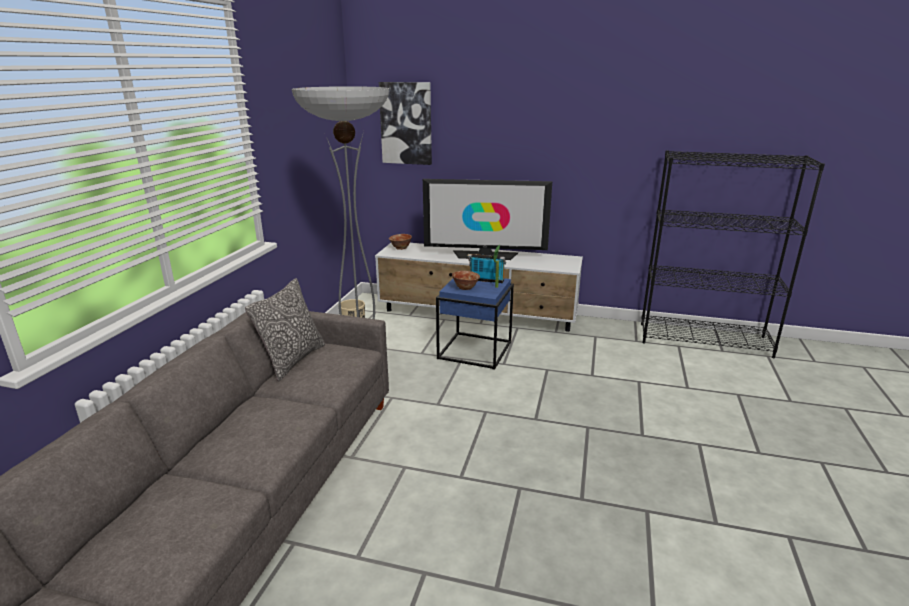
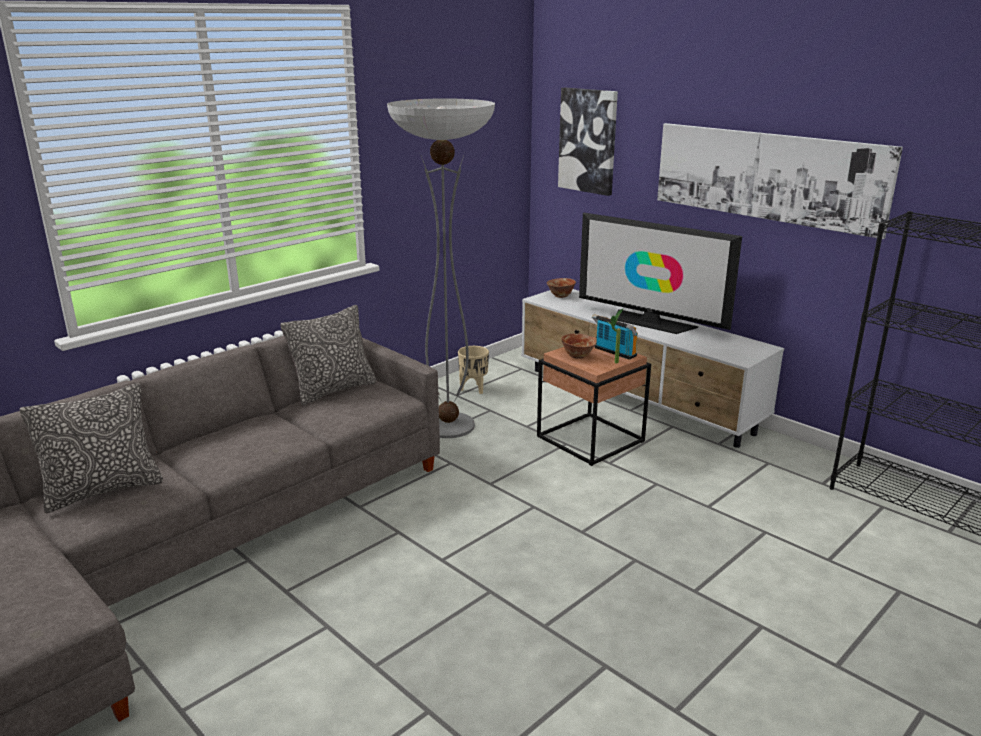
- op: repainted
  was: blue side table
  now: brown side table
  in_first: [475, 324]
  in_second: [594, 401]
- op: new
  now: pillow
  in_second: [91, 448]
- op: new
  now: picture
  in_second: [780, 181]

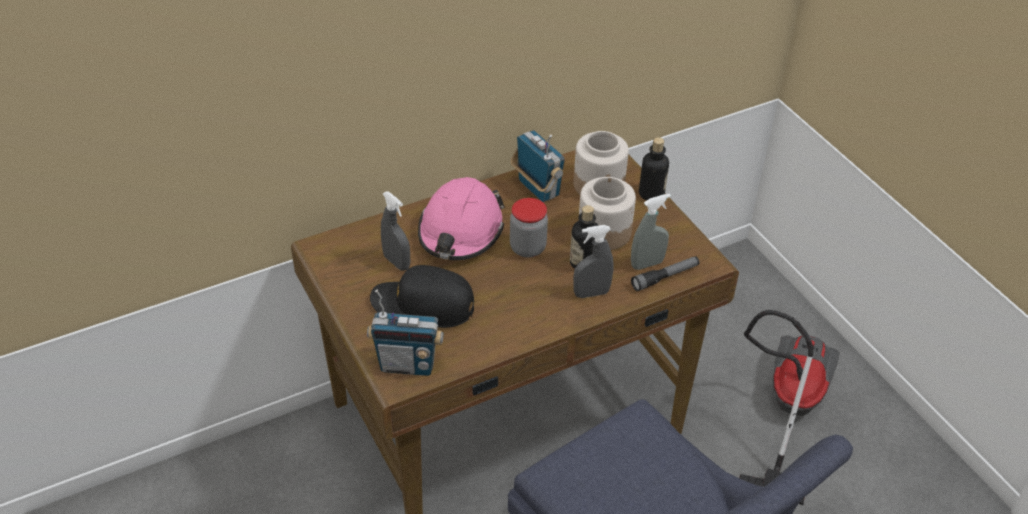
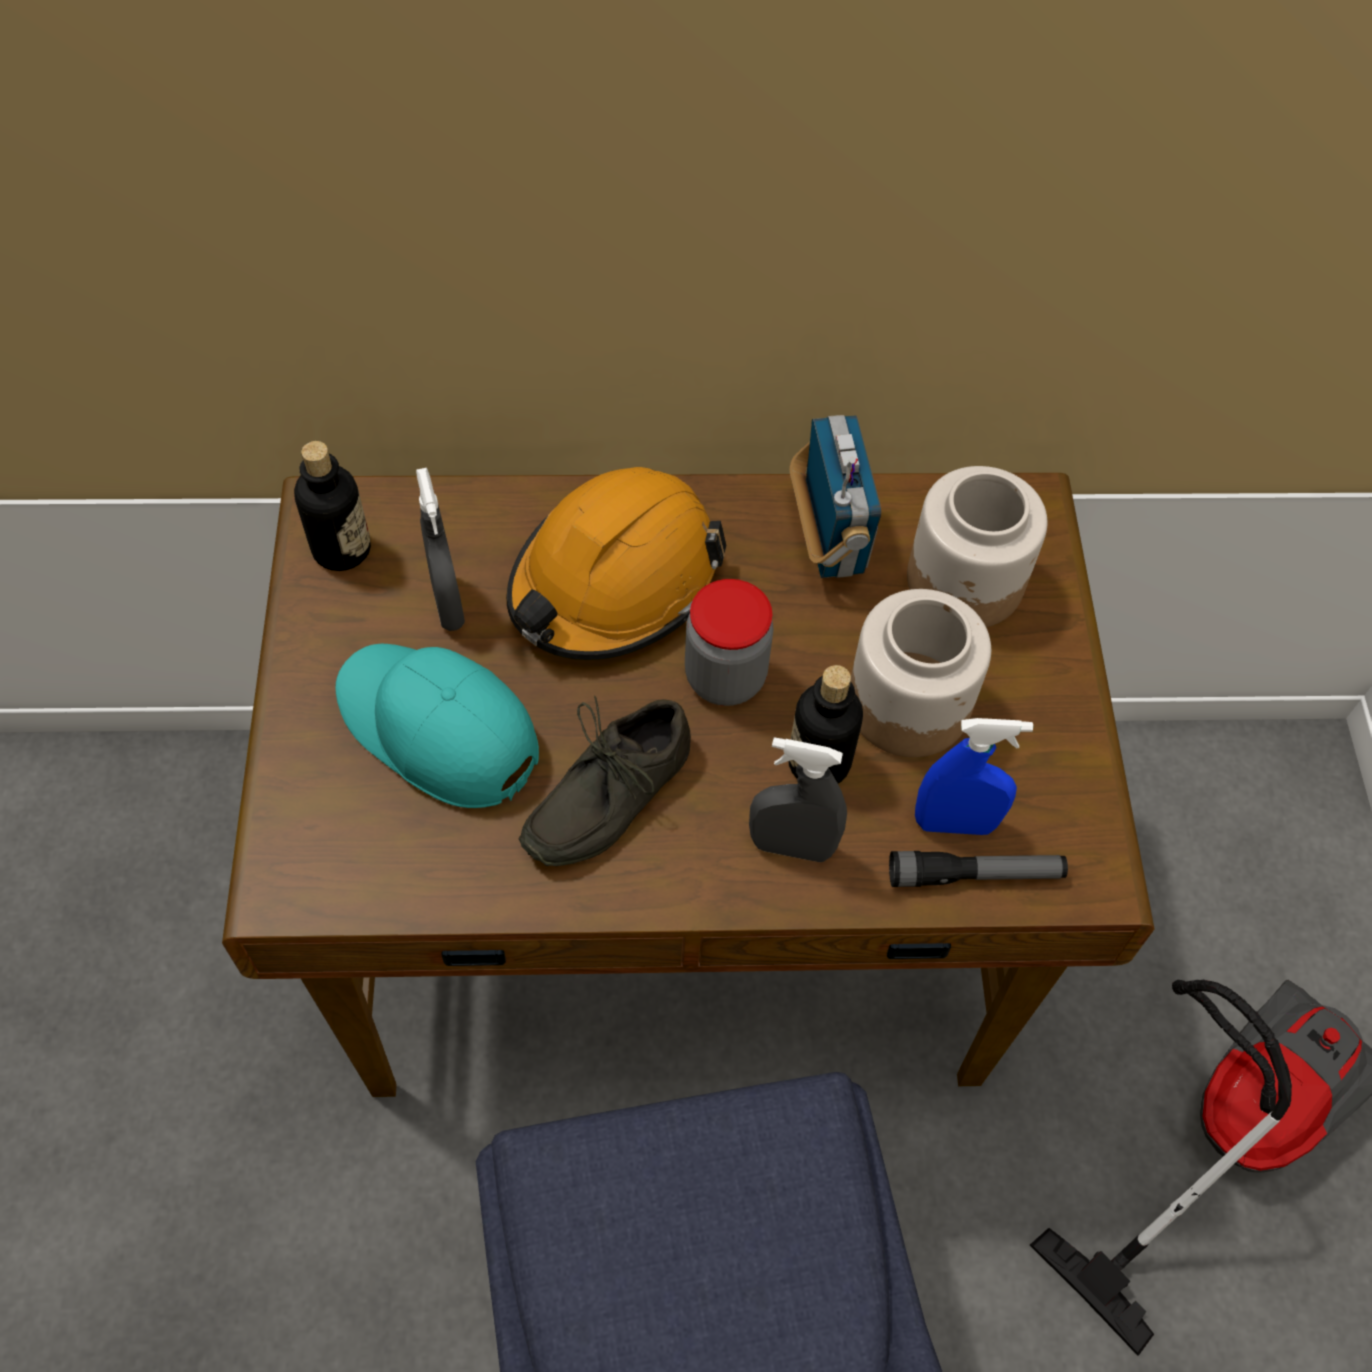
- op: gone
  was: radio
  in_first: [405, 333]
- op: repainted
  was: black cap
  now: turquoise cap
  in_first: [422, 296]
  in_second: [437, 726]
- op: repainted
  was: pink hard hat
  now: orange hard hat
  in_first: [461, 218]
  in_second: [616, 563]
- op: repainted
  was: grey spray bottle
  now: blue spray bottle
  in_first: [651, 232]
  in_second: [974, 776]
- op: shifted
  was: bottle
  in_first: [654, 168]
  in_second: [332, 506]
- op: new
  now: grey shoe
  in_second: [604, 781]

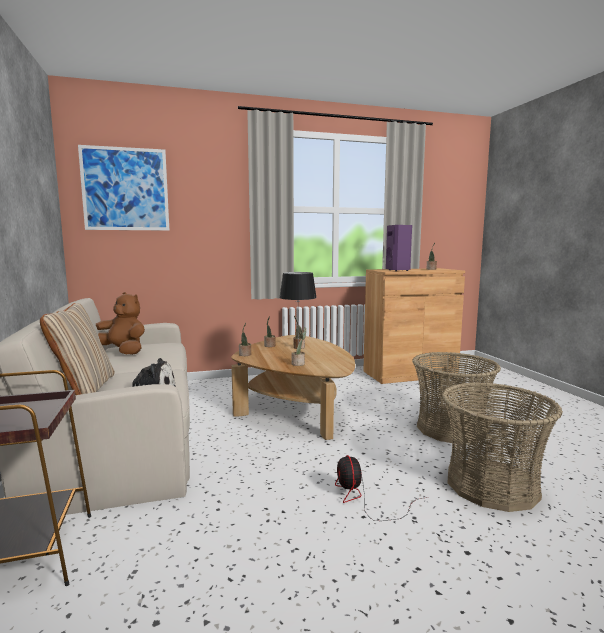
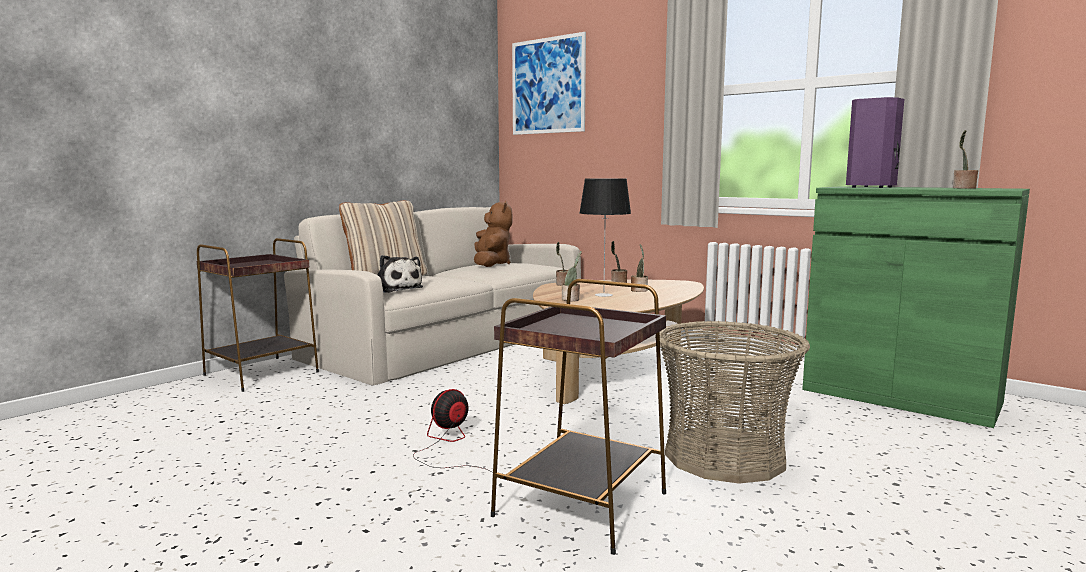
- op: repainted
  was: brown cabinet
  now: green cabinet
  in_first: [414, 326]
  in_second: [916, 307]
- op: swapped
  was: basket
  now: brown side table
  in_first: [502, 447]
  in_second: [578, 417]

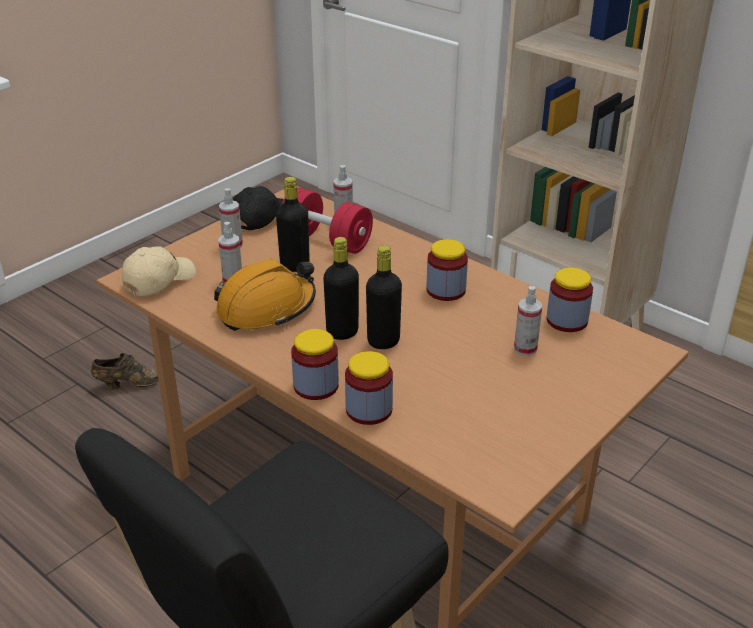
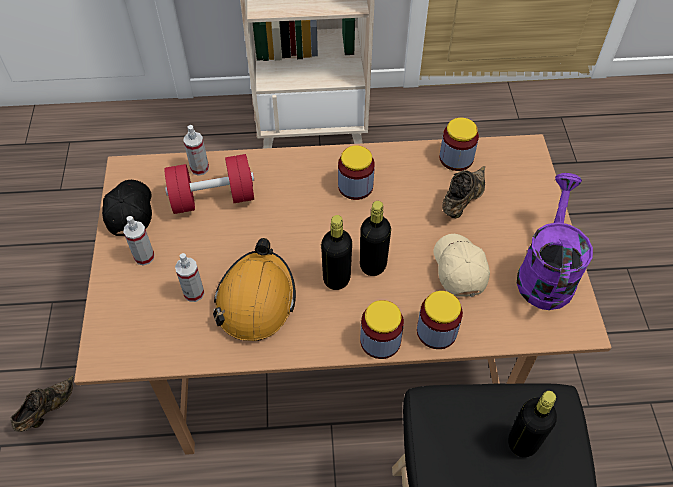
- op: shifted
  was: beige cap
  in_first: [159, 271]
  in_second: [461, 265]
- op: shifted
  was: black bottle
  in_first: [293, 224]
  in_second: [532, 424]
- op: swapped
  was: spray bottle
  now: brown shoe
  in_first: [528, 321]
  in_second: [463, 192]
- op: new
  now: purple watering can
  in_second: [555, 241]

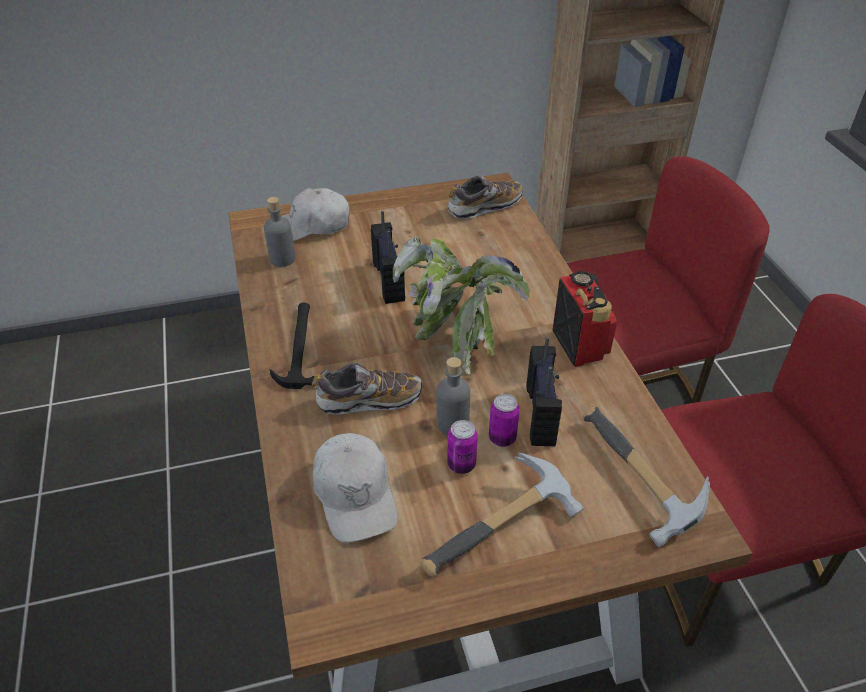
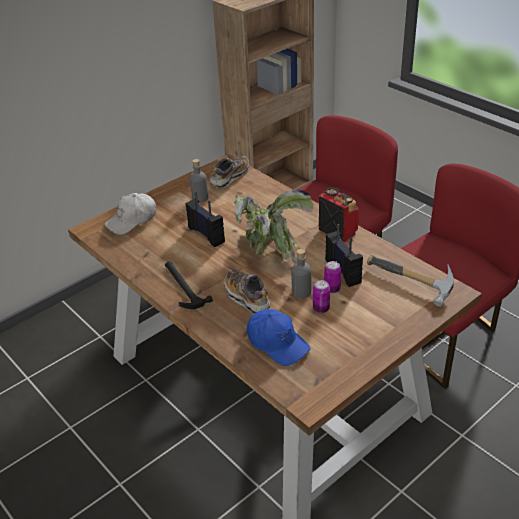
- op: shifted
  was: grey bottle
  in_first: [280, 232]
  in_second: [199, 181]
- op: rotated
  was: shoe
  in_first: [367, 388]
  in_second: [247, 292]
  clockwise: -90
- op: repainted
  was: white cap
  now: blue cap
  in_first: [355, 488]
  in_second: [278, 337]
- op: gone
  was: hammer
  in_first: [502, 514]

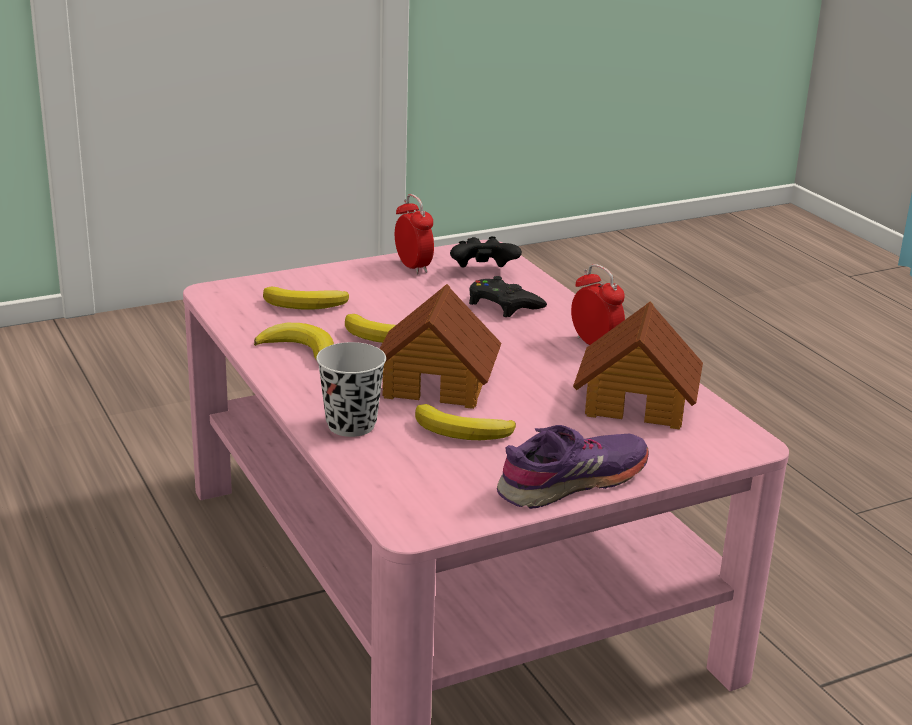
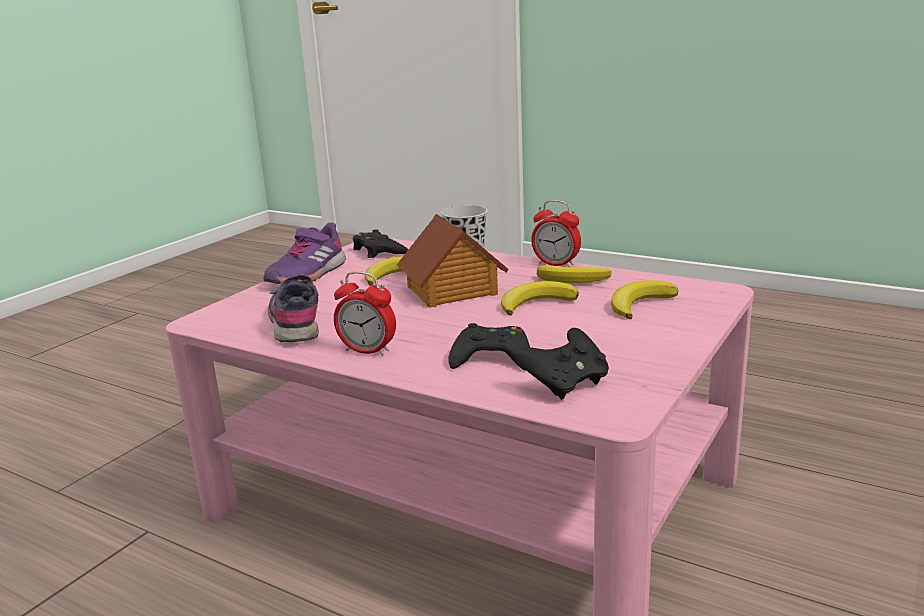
- op: shifted
  was: alarm clock
  in_first: [414, 234]
  in_second: [556, 233]
- op: swapped
  was: toy house
  now: grey shoe
  in_first: [638, 365]
  in_second: [293, 308]
- op: new
  now: black game controller
  in_second: [380, 244]

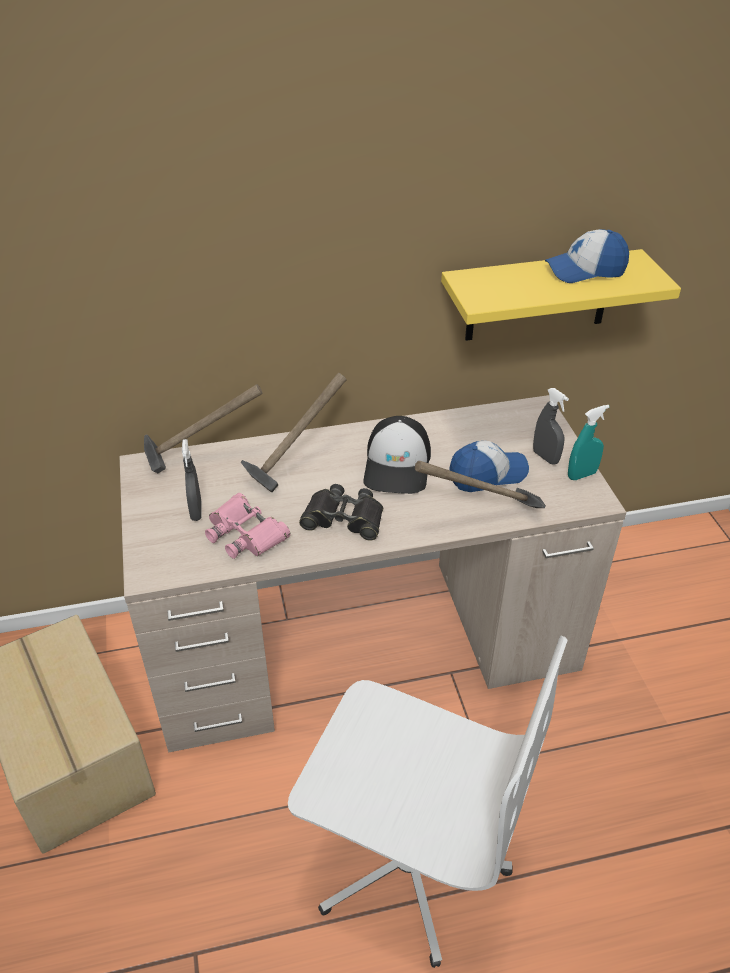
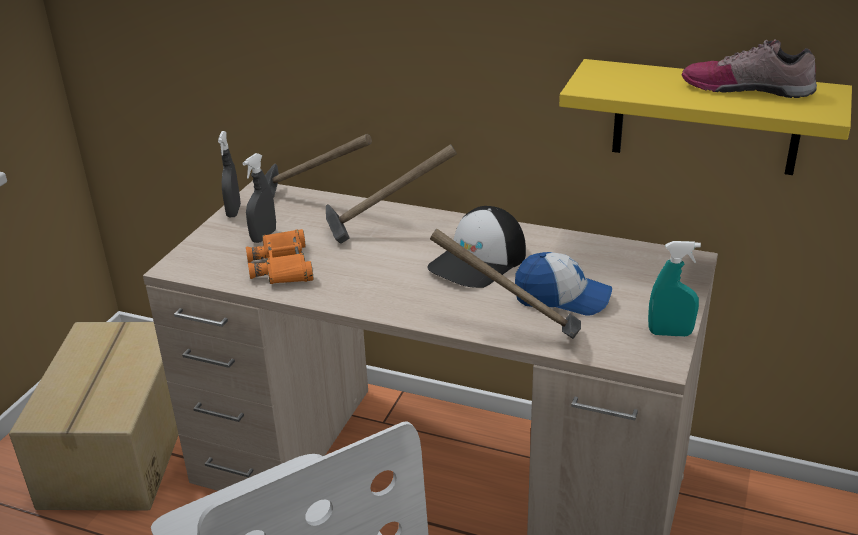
- op: repainted
  was: pink binoculars
  now: orange binoculars
  in_first: [247, 526]
  in_second: [280, 256]
- op: gone
  was: black binoculars
  in_first: [341, 512]
- op: shifted
  was: grey spray bottle
  in_first: [551, 426]
  in_second: [229, 174]
- op: swapped
  was: cap
  now: shoe
  in_first: [587, 256]
  in_second: [749, 68]

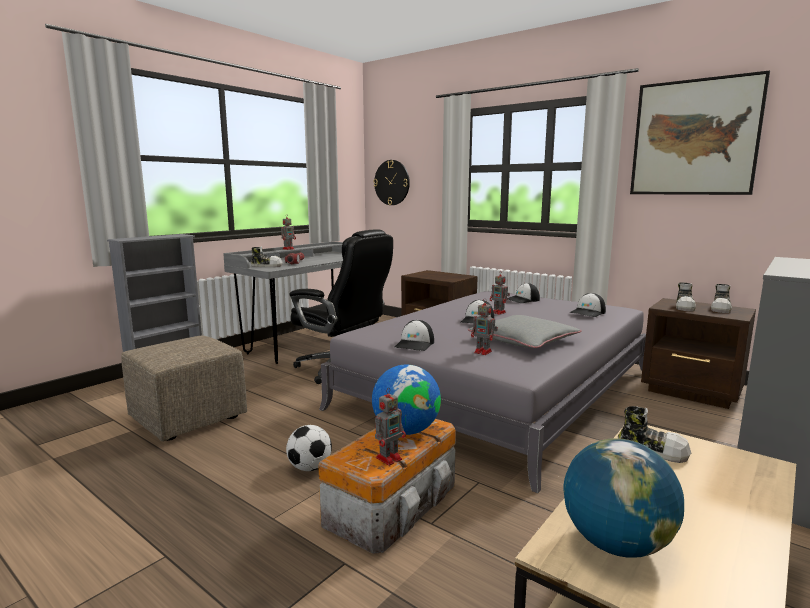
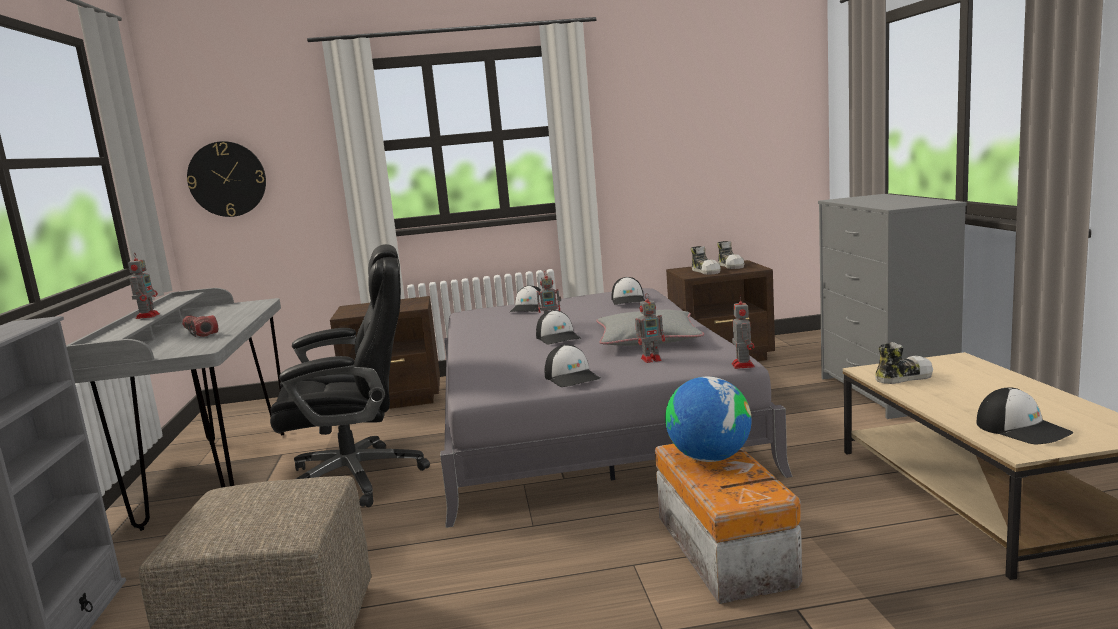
- op: gone
  was: shoe
  in_first: [267, 256]
- op: gone
  was: football
  in_first: [309, 448]
- op: shifted
  was: toy robot
  in_first: [390, 427]
  in_second: [743, 332]
- op: swapped
  was: globe
  now: cap
  in_first: [624, 498]
  in_second: [1024, 416]
- op: gone
  was: picture
  in_first: [700, 132]

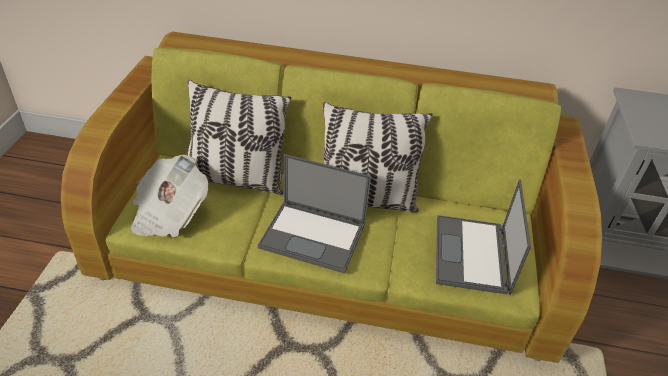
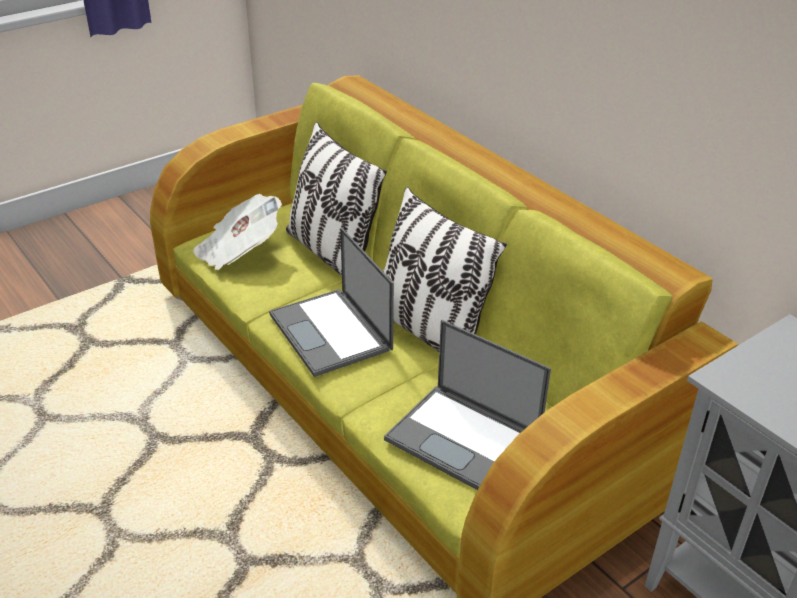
- op: rotated
  was: laptop
  in_first: [483, 237]
  in_second: [467, 405]
  clockwise: -105

